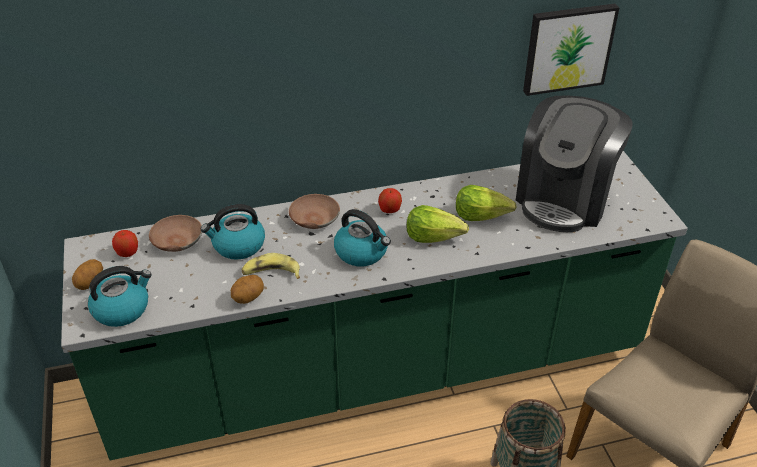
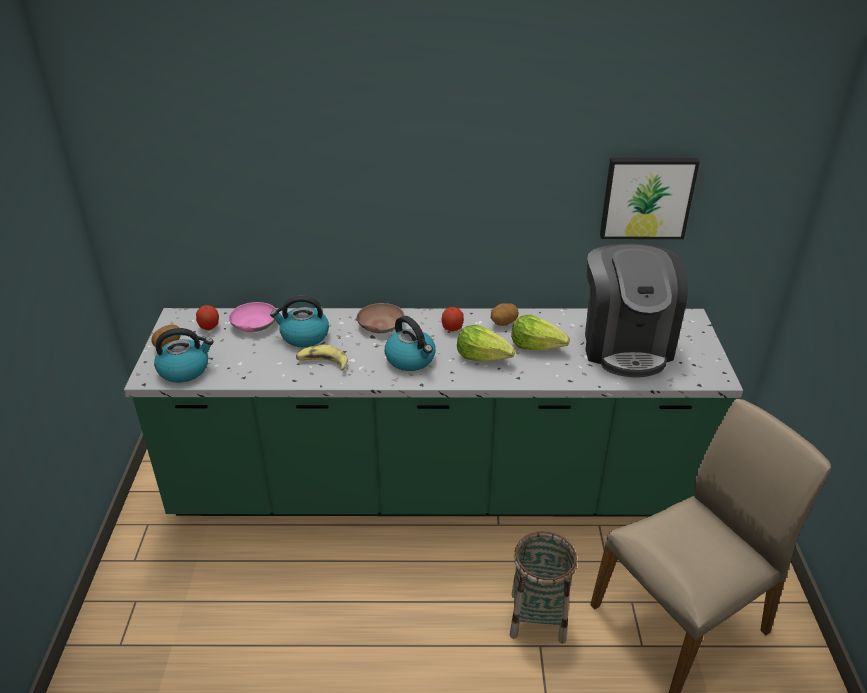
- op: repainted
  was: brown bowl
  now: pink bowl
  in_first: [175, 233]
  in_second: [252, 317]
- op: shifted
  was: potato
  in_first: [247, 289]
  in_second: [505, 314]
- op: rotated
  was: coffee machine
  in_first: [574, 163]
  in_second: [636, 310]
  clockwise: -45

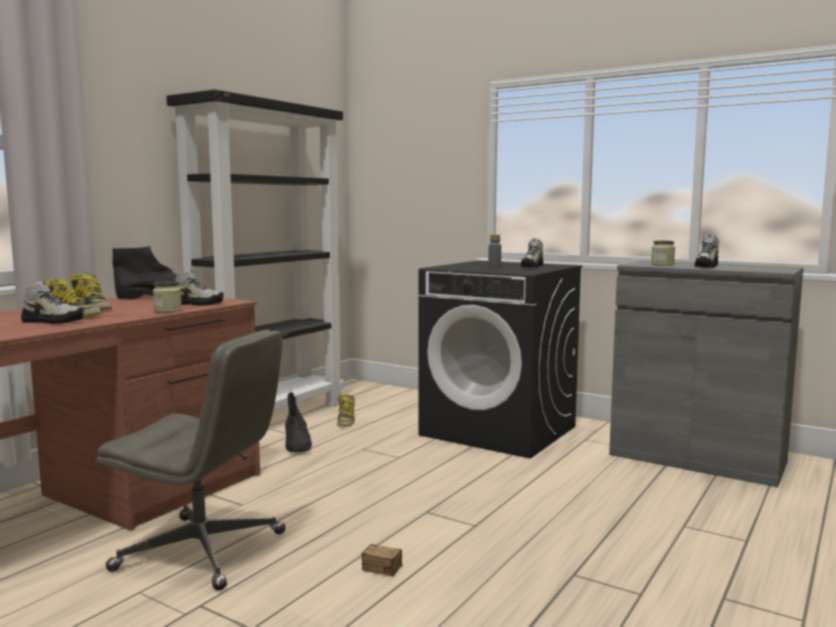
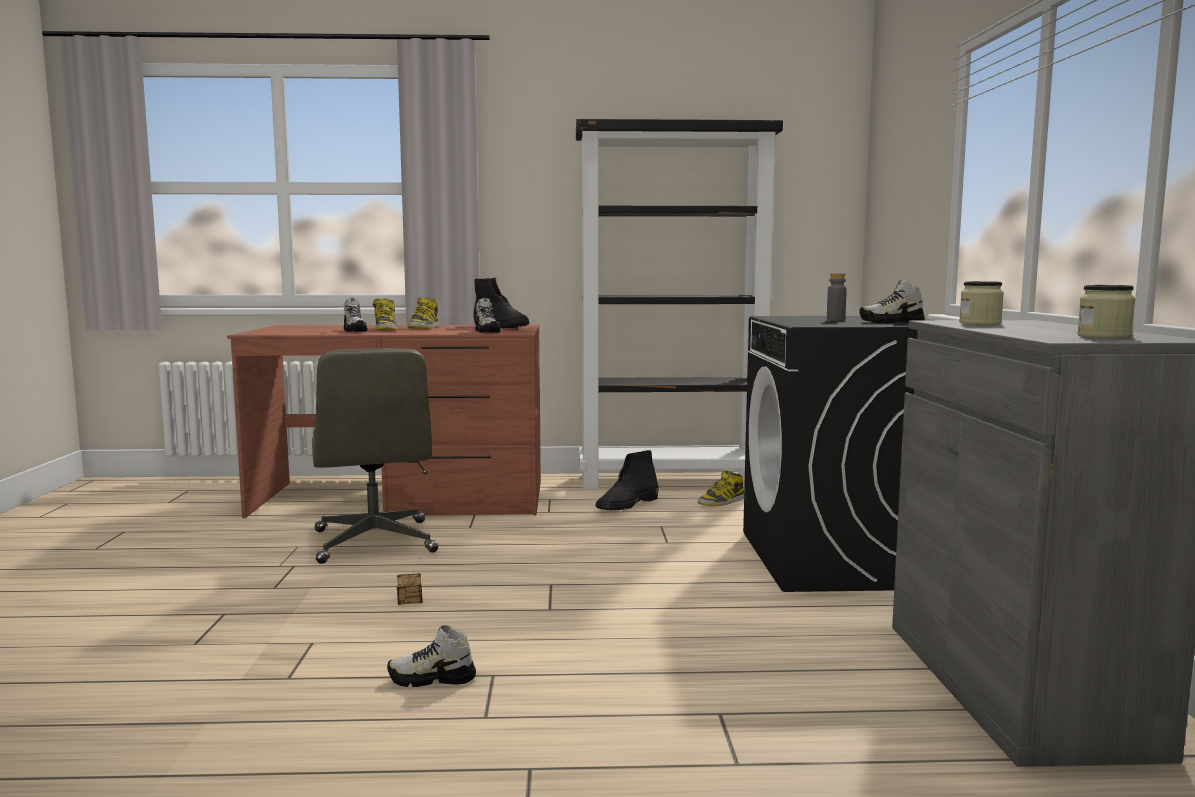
- op: shifted
  was: jar
  in_first: [167, 297]
  in_second: [1106, 311]
- op: shifted
  was: shoe
  in_first: [707, 251]
  in_second: [431, 656]

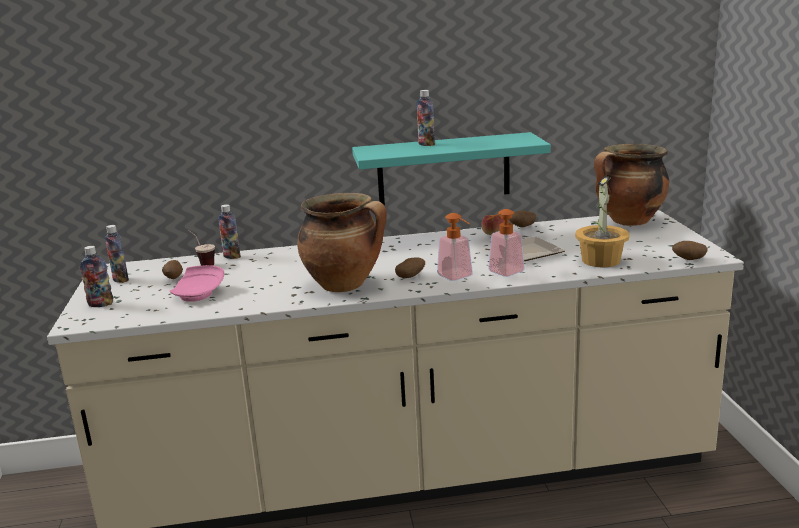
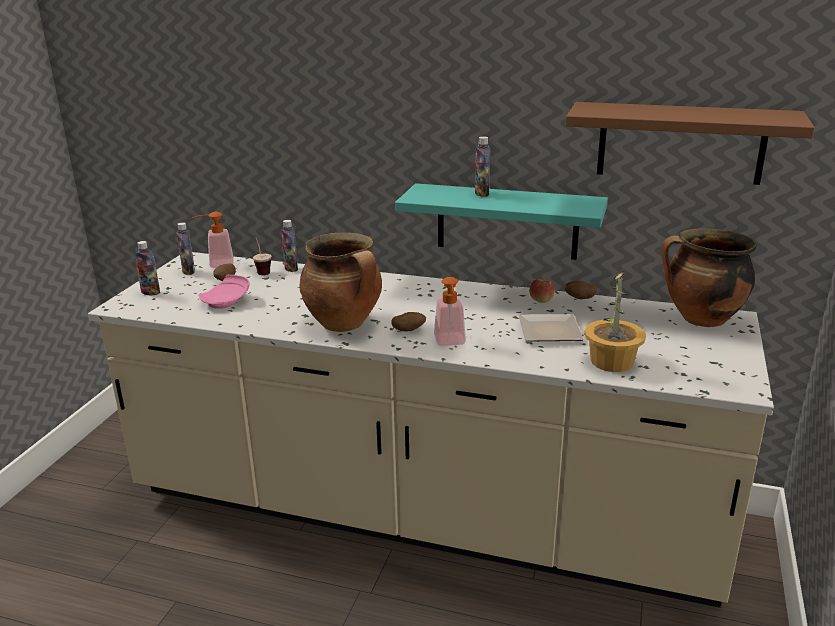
- op: shifted
  was: soap dispenser
  in_first: [505, 243]
  in_second: [213, 240]
- op: gone
  was: potato
  in_first: [690, 250]
- op: new
  now: brown shelf
  in_second: [690, 143]

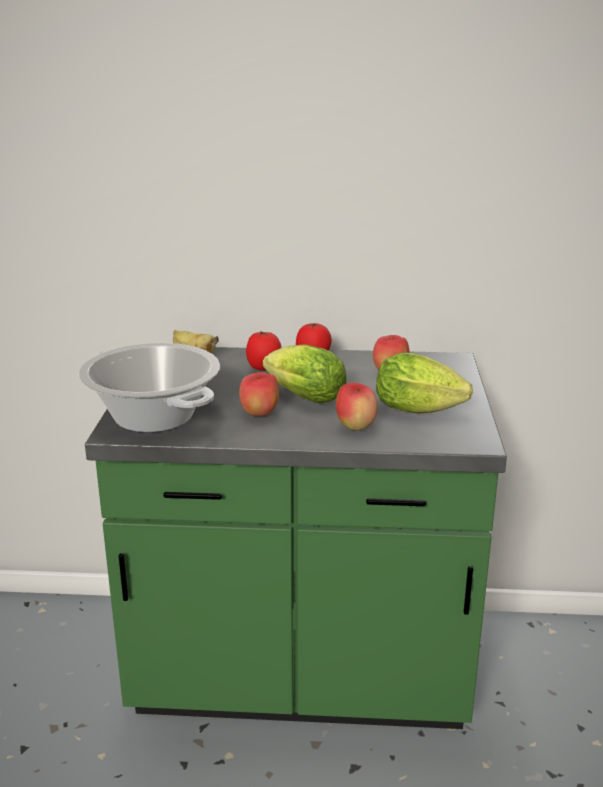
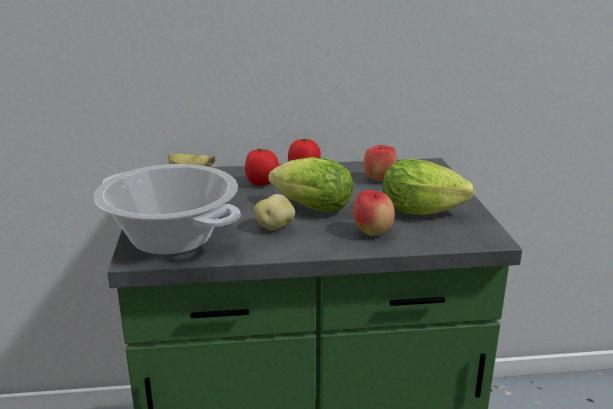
- op: swapped
  was: apple
  now: potato
  in_first: [259, 394]
  in_second: [274, 212]

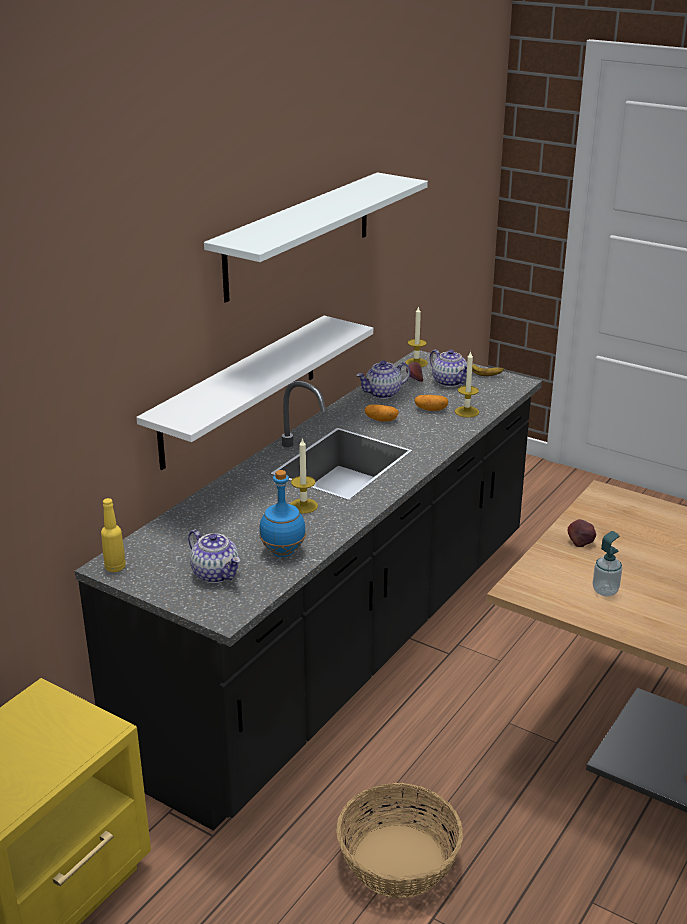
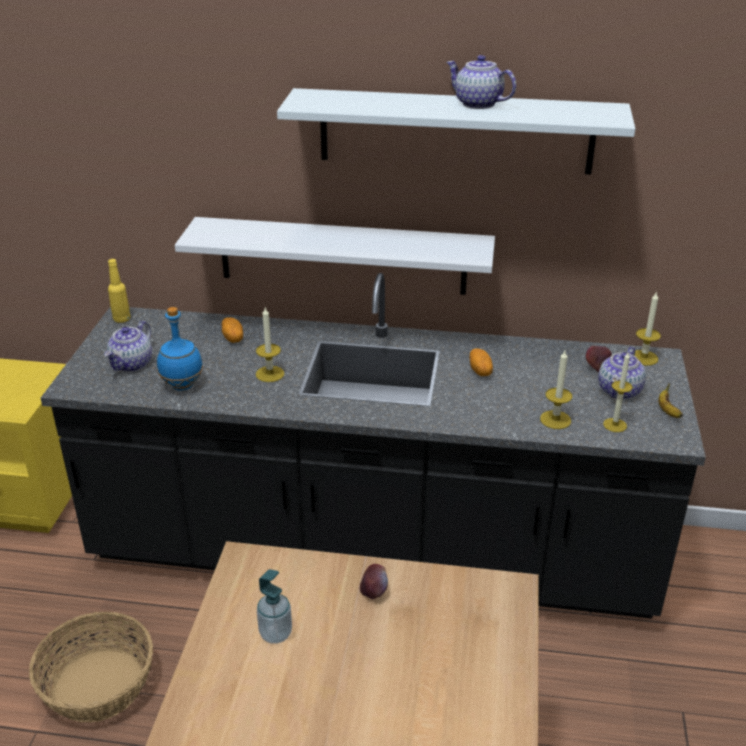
- op: shifted
  was: teapot
  in_first: [383, 379]
  in_second: [481, 82]
- op: shifted
  was: potato
  in_first: [431, 403]
  in_second: [232, 330]
- op: new
  now: candle
  in_second: [618, 392]

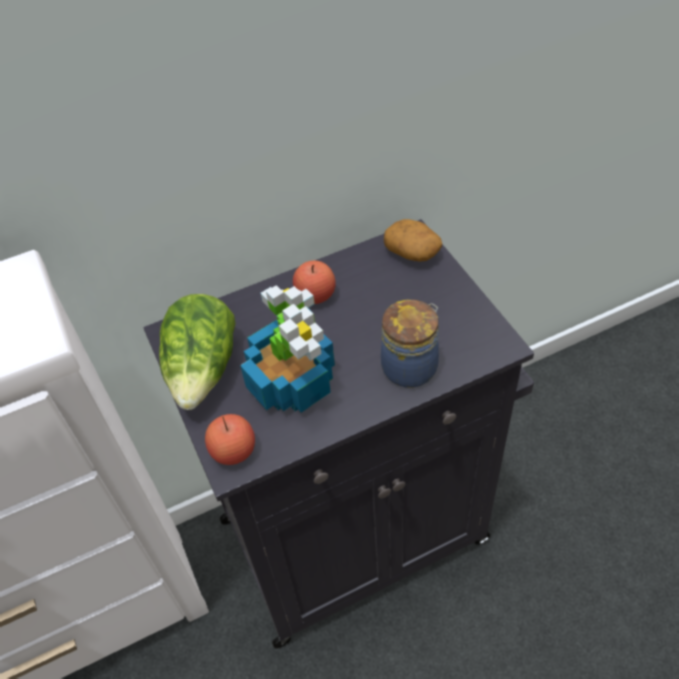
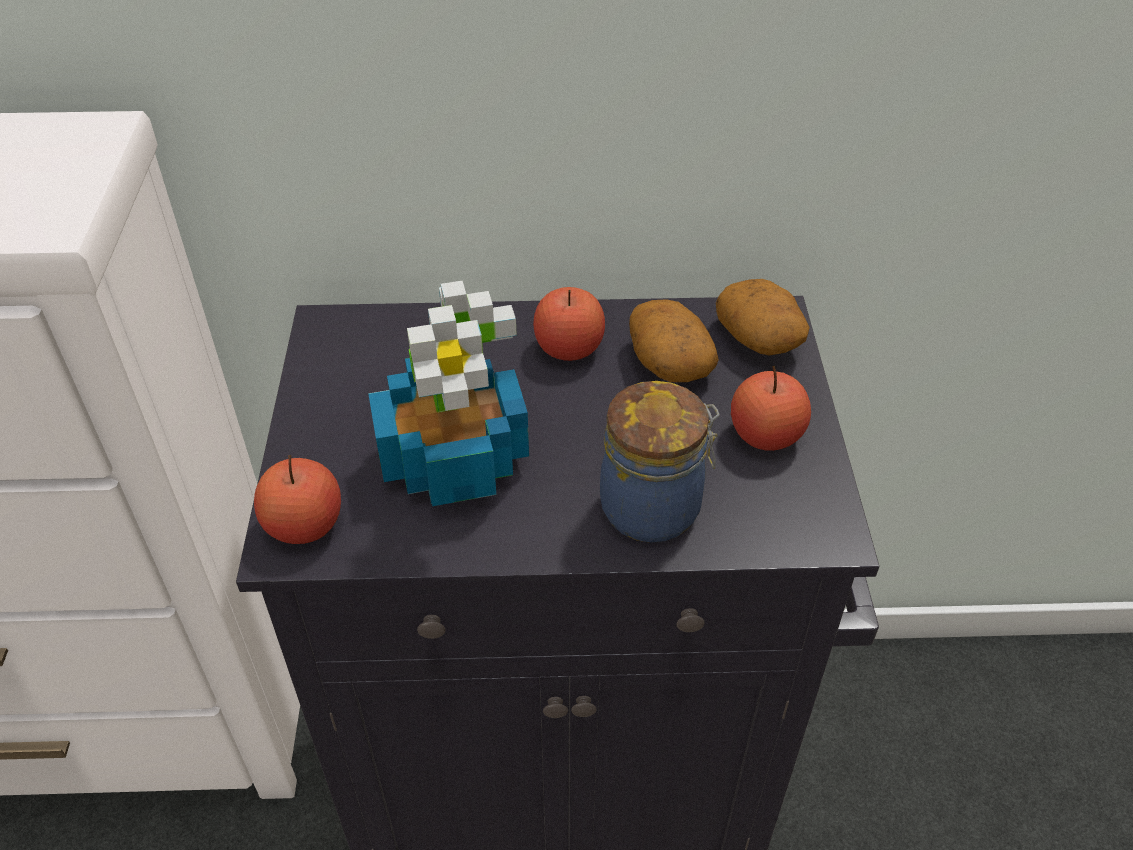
- op: gone
  was: lettuce
  in_first: [197, 352]
- op: new
  now: potato
  in_second: [674, 340]
- op: new
  now: apple
  in_second: [771, 408]

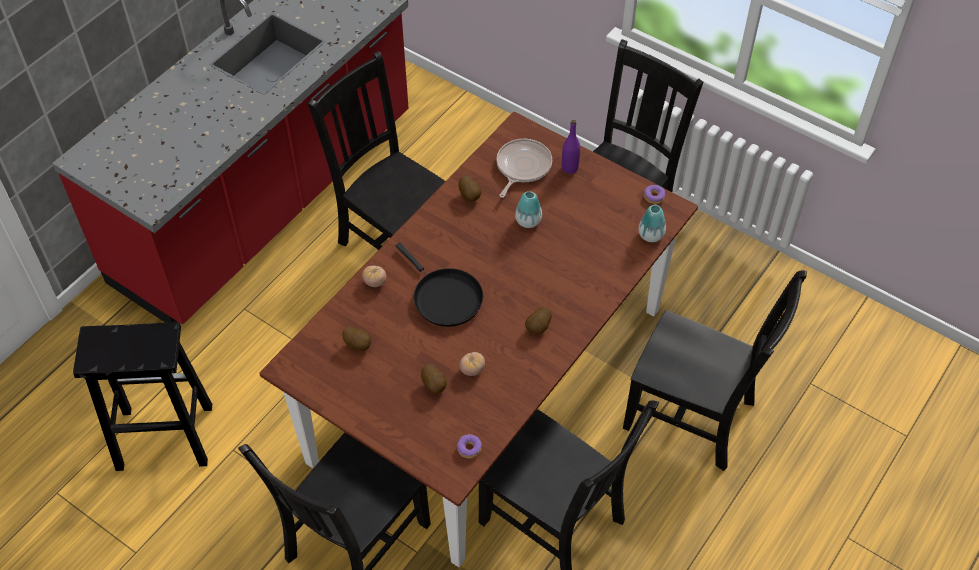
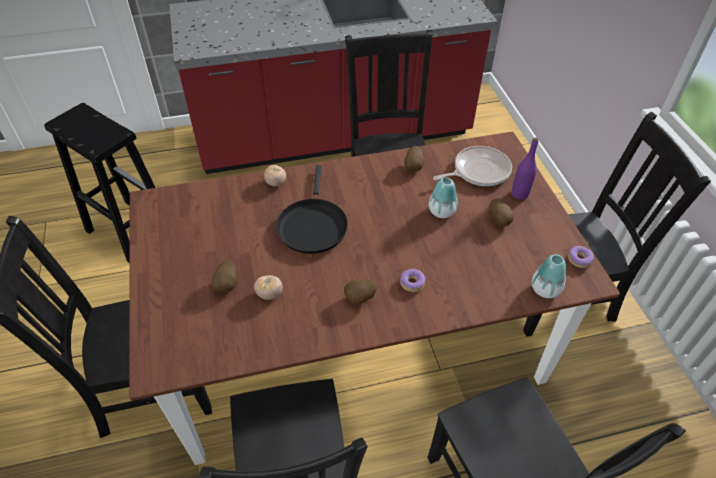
- op: shifted
  was: potato
  in_first: [356, 339]
  in_second: [501, 212]
- op: shifted
  was: donut
  in_first: [469, 446]
  in_second: [412, 280]

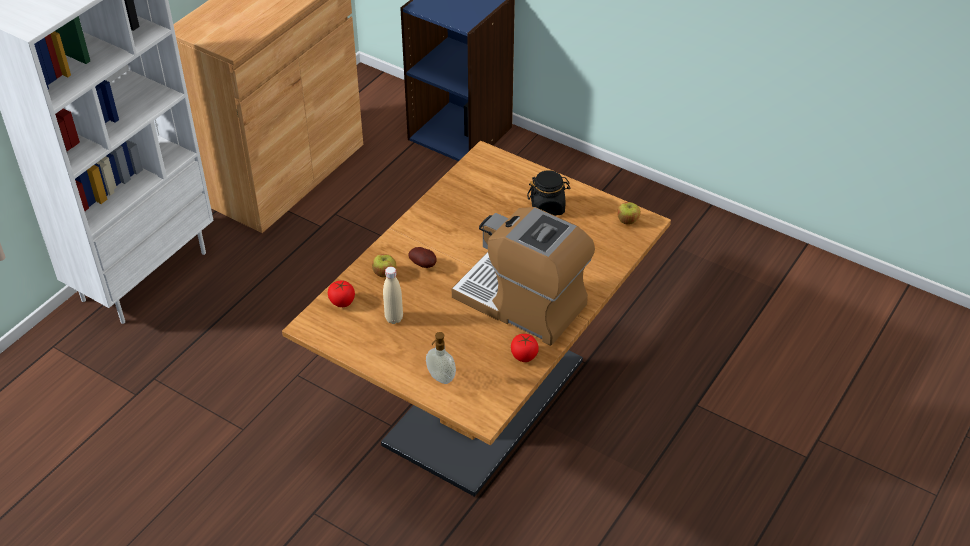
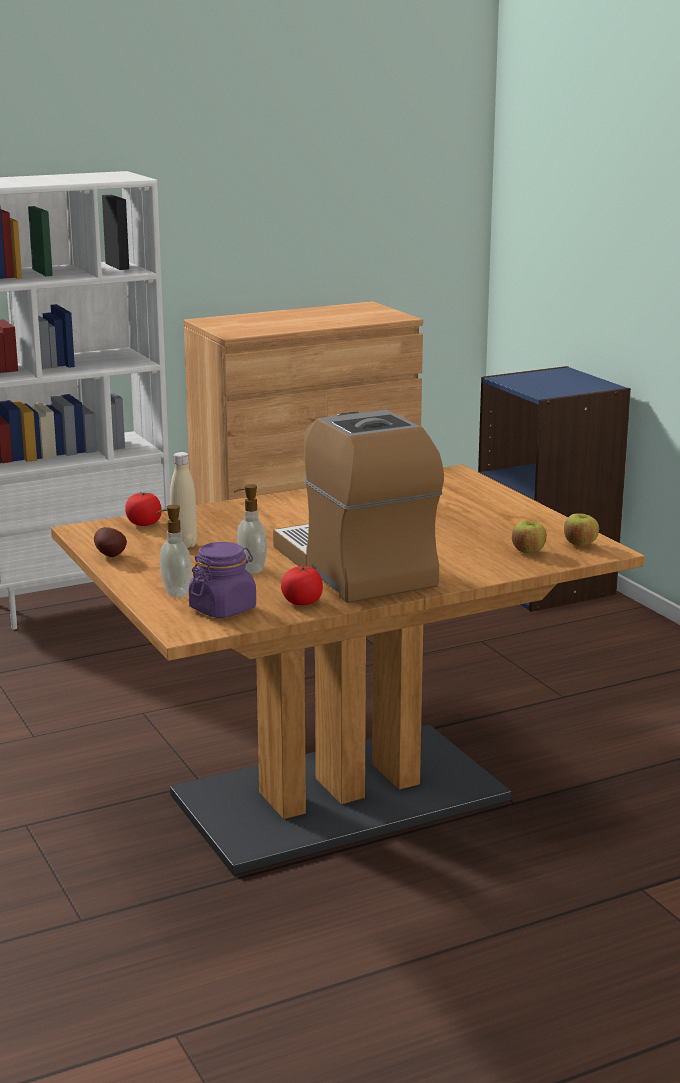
- op: shifted
  was: apple
  in_first: [384, 266]
  in_second: [529, 536]
- op: shifted
  was: potato
  in_first: [422, 257]
  in_second: [110, 542]
- op: gone
  was: black jar
  in_first: [548, 193]
- op: new
  now: purple jar
  in_second: [222, 580]
- op: new
  now: soap dispenser
  in_second: [250, 529]

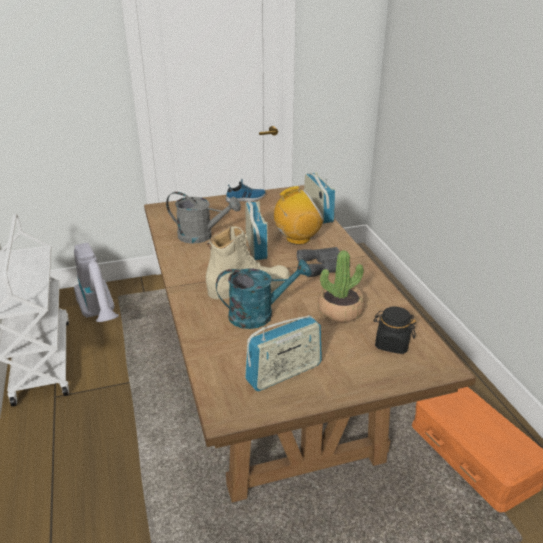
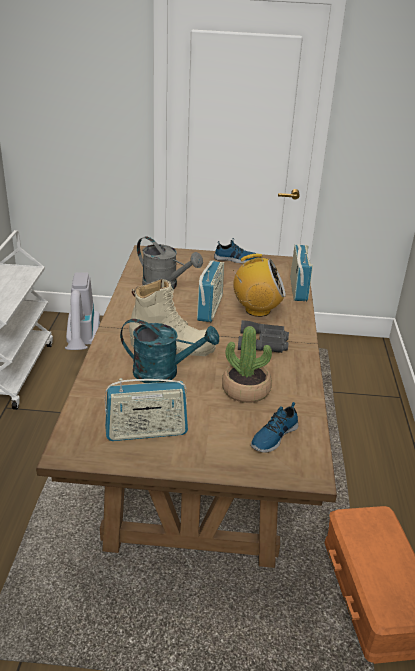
- op: swapped
  was: black jar
  now: shoe
  in_first: [394, 330]
  in_second: [274, 427]

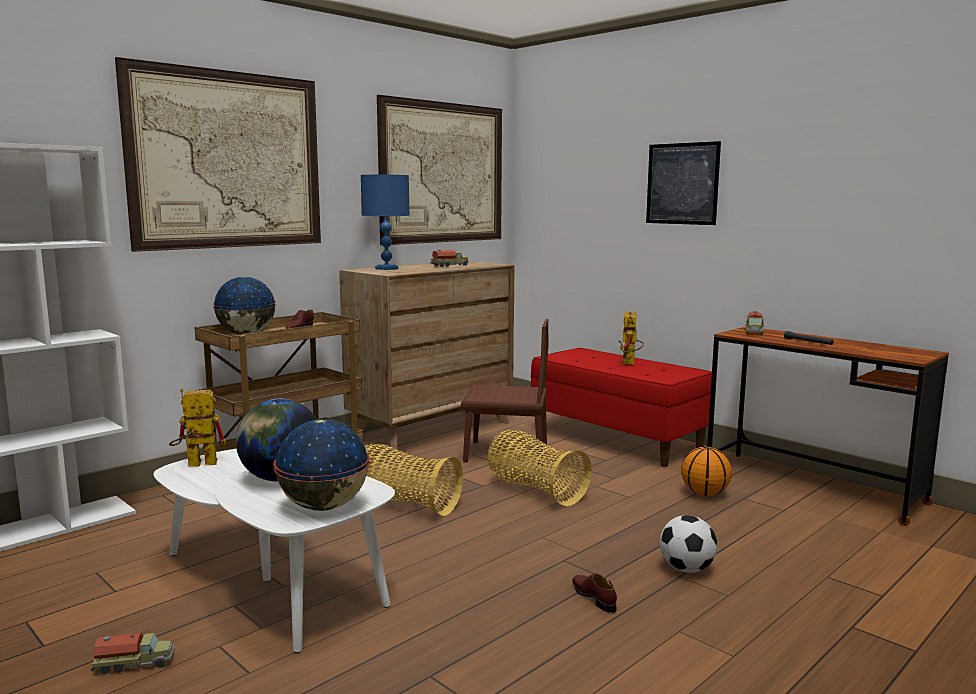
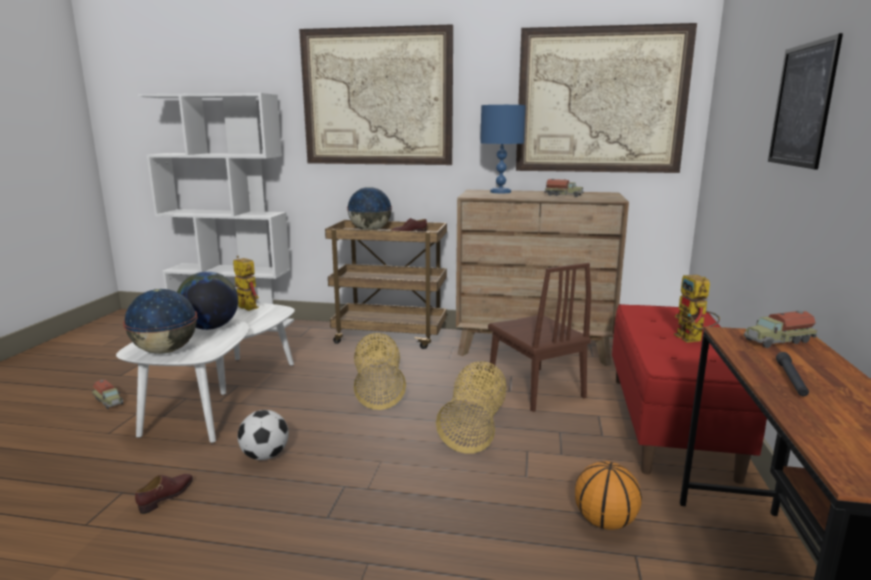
- op: shifted
  was: brown shoe
  in_first: [594, 593]
  in_second: [164, 494]
- op: rotated
  was: toy robot
  in_first: [631, 338]
  in_second: [697, 309]
  clockwise: -75
- op: shifted
  was: football
  in_first: [688, 544]
  in_second: [263, 435]

